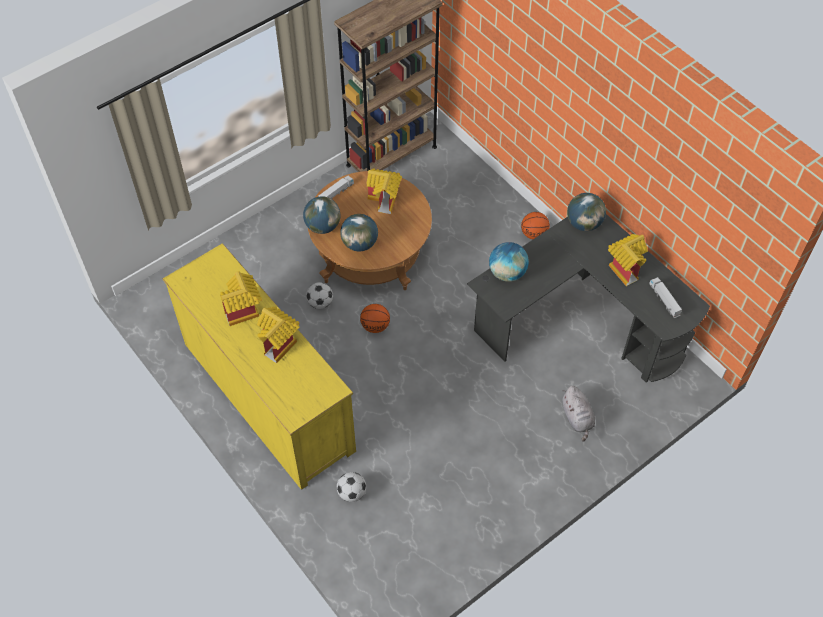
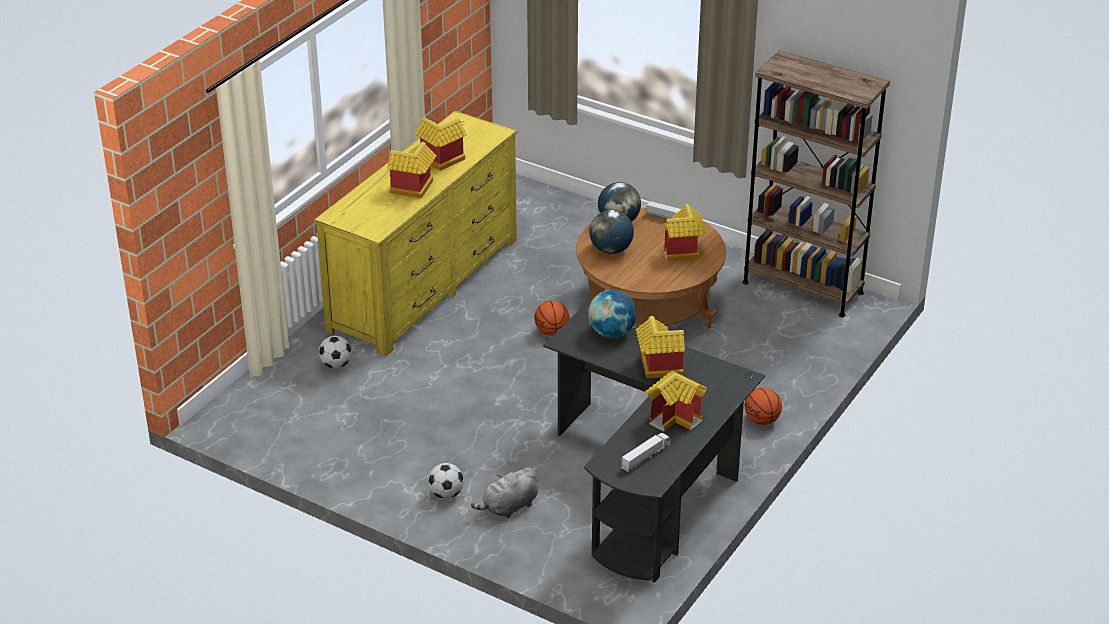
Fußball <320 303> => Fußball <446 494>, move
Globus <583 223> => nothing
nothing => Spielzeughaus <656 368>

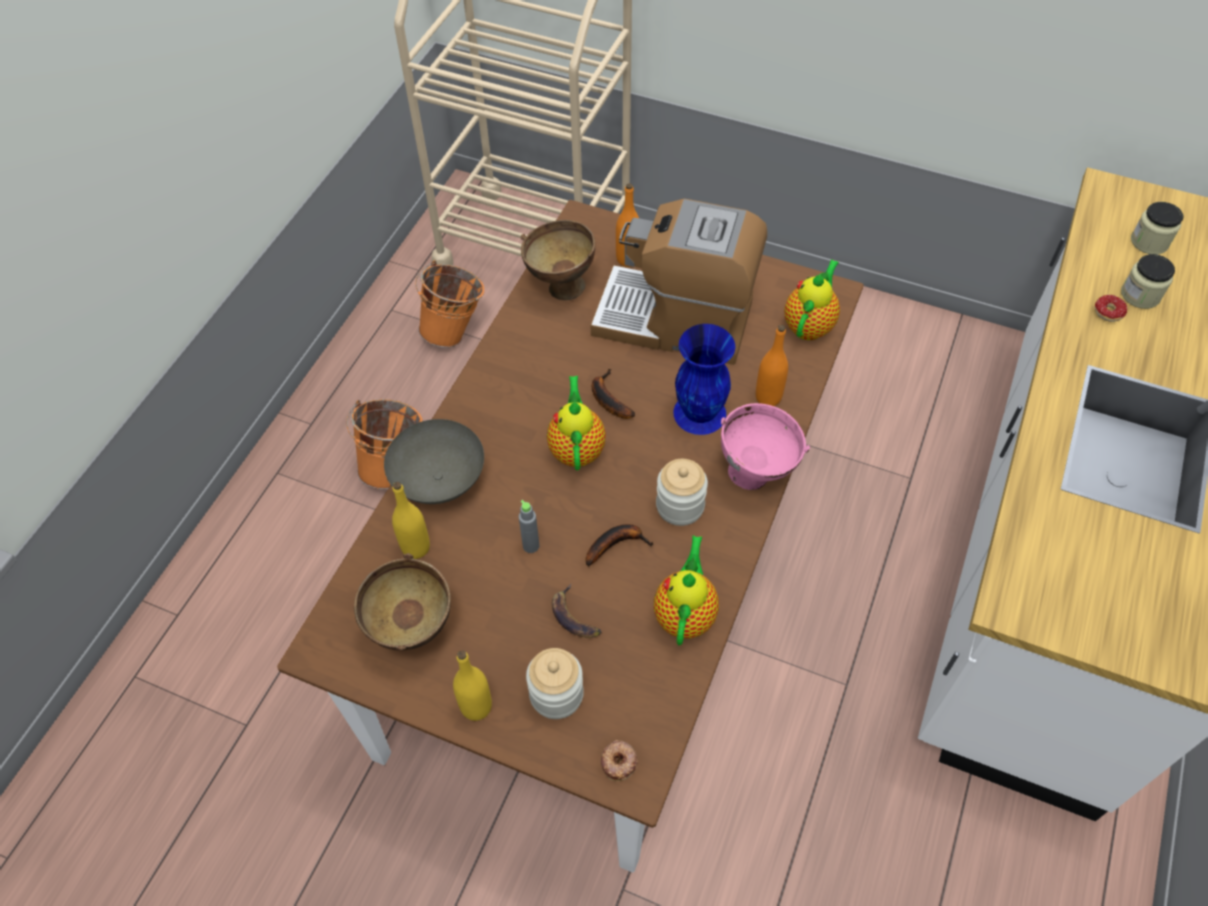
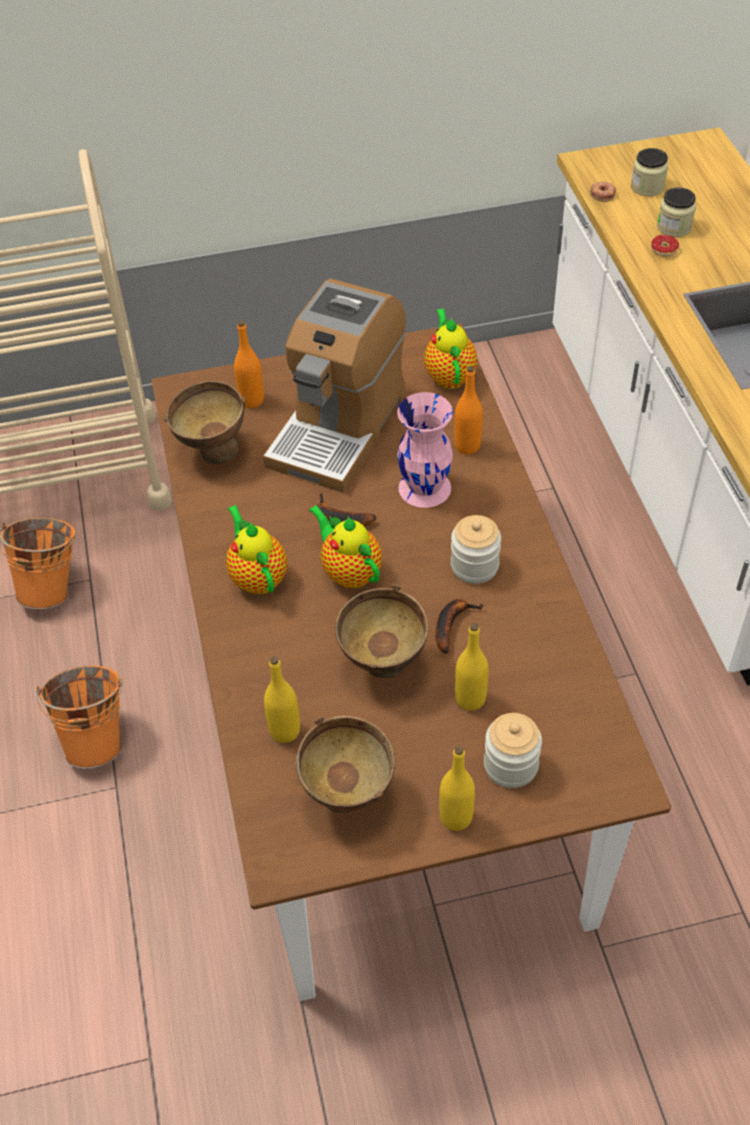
Schüssel/grau <437 480> => nothing
Flasche/grau <531 546> => Schüssel/braun <383 668>
Banane <575 617> => Flasche/gelb <470 699>
Kaffeemaschine <676 320> => Kaffeemaschine <338 427>, 45 degrees counterclockwise
Donut <619 762> => Donut <602 194>, move
Teekanne <685 613> => Teekanne <257 576>, move
Vase/blau <700 412> => Vase/rosa <425 487>
Schüssel/rosa <758 475> => nothing

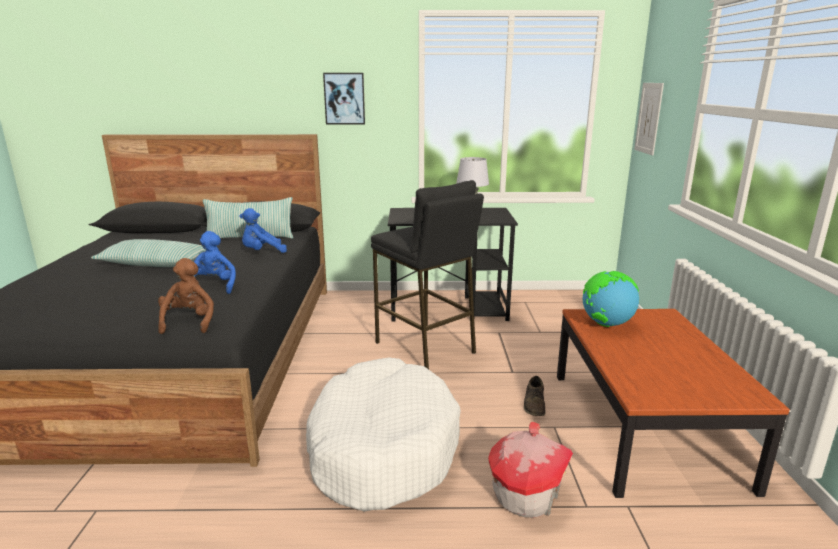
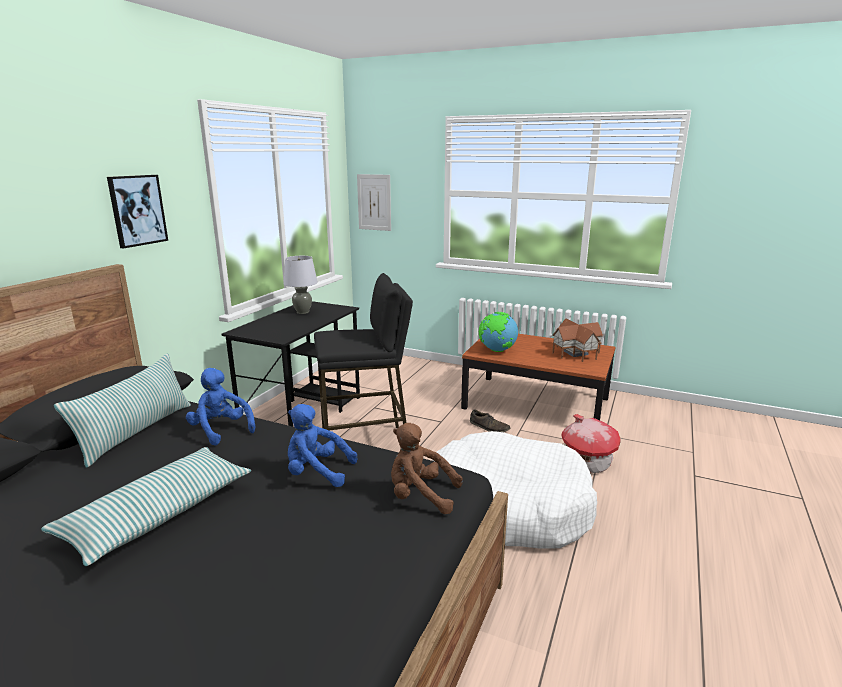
Plüschtier/blau <262 252> => Plüschtier/blau <221 430>, 135 degrees clockwise
nothing => Spielzeughaus <574 353>

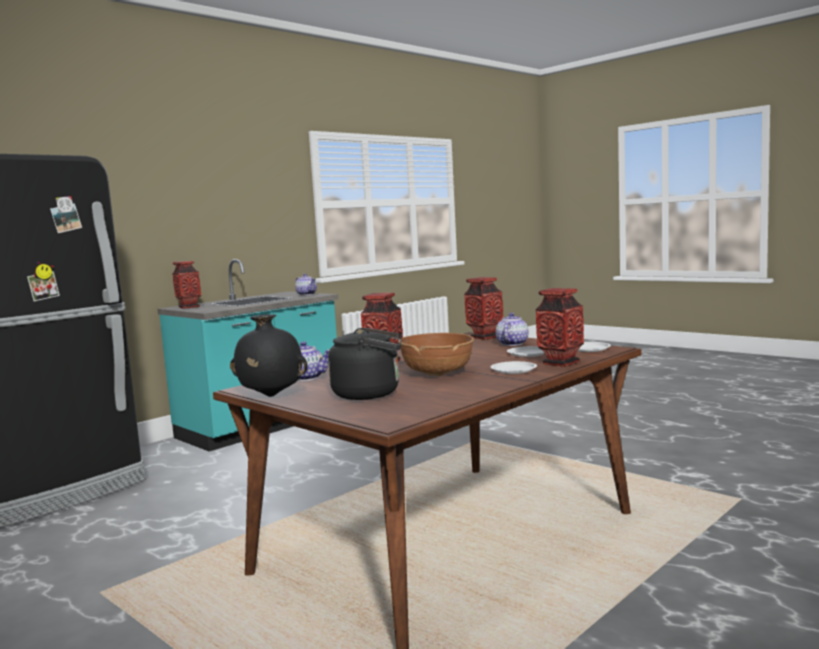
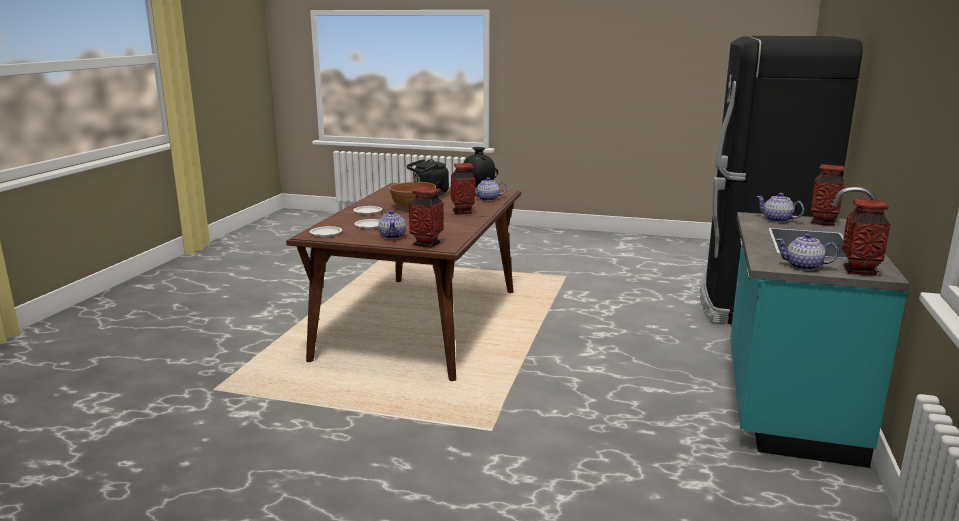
Vase <560 363> => Vase <859 271>, move
nothing => Teekanne <777 220>

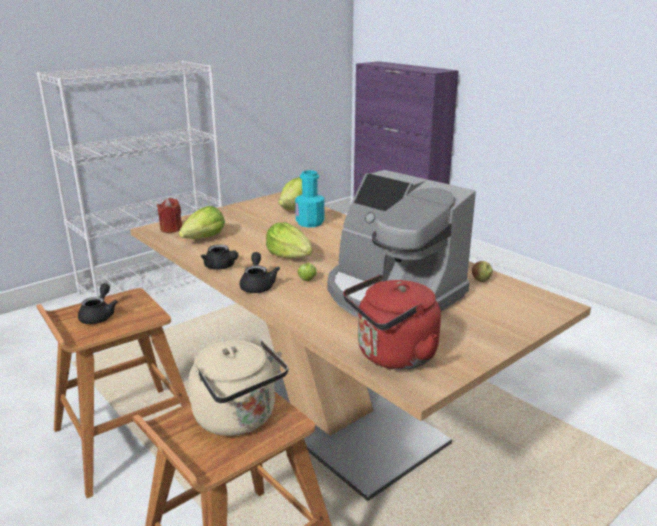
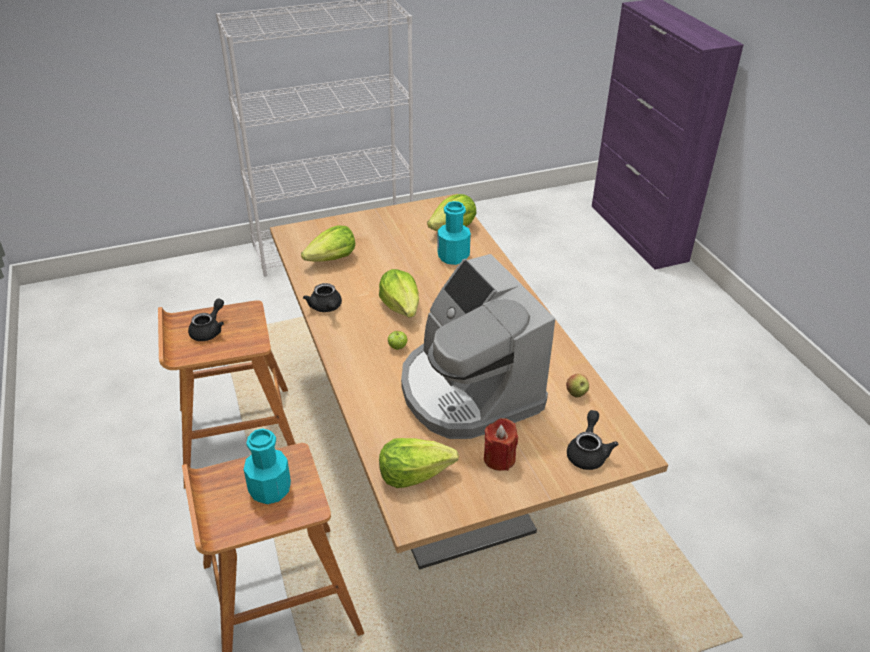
Kerze/rot <171 229> => Kerze/rot <499 458>, move
Wasserkessel/beige <239 419> => Flasche/türkis <270 489>
Teekanne/schwarz <257 285> => Teekanne/schwarz <588 452>, move
Wasserkessel/rot <392 356> => Salatkopf <414 473>

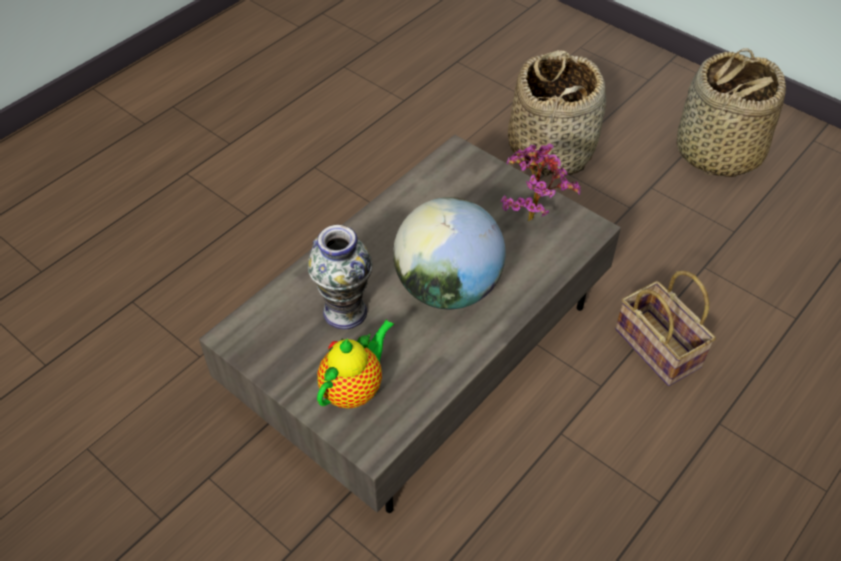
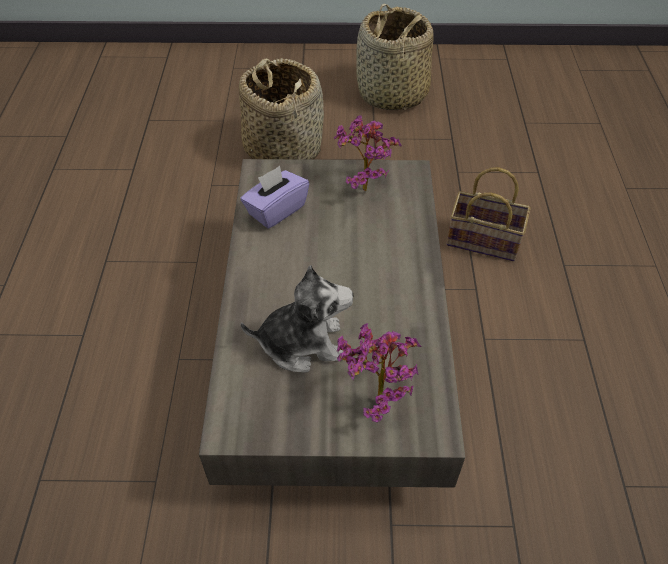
Vase <345 311> => Plüschtier <302 343>
Teekanne <355 388> => Topfpflanze <375 398>
Globus <447 289> => nothing
nothing => Taschentuchbox/lila <276 210>

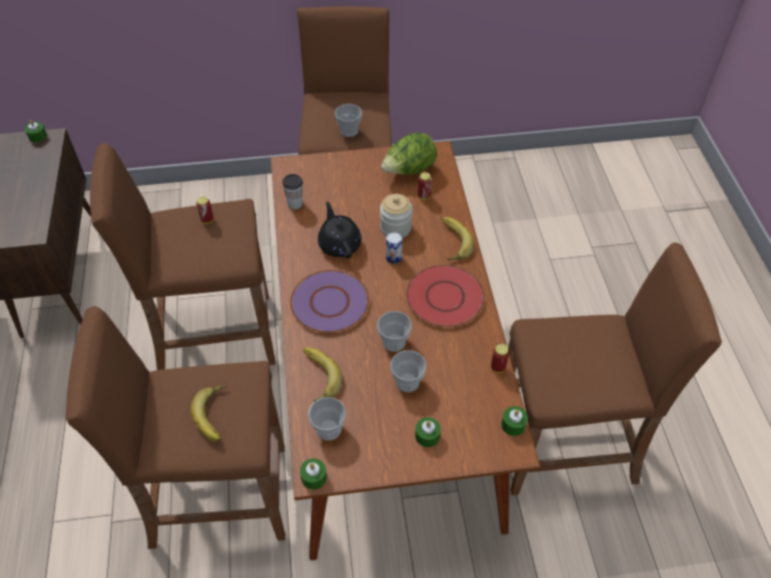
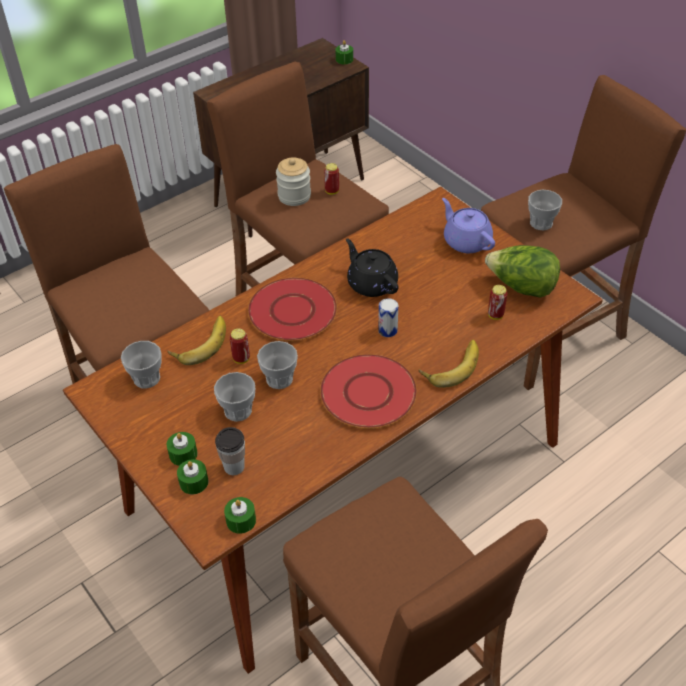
Banane <215 415> => nothing
Tasse <295 204> => Tasse <234 467>, move
Teller/lila <330 303> => Teller/rot <292 311>
Kerze/grün <314 477> => Kerze/grün <194 482>, move
Teekanne/schwarz <339 244> => Teekanne/schwarz <371 283>, 75 degrees counterclockwise
Vorratsglas <395 228> => Vorratsglas <294 196>, move
Dose <498 367> => Dose <241 359>, move
nothing => Teekanne/lila <466 241>

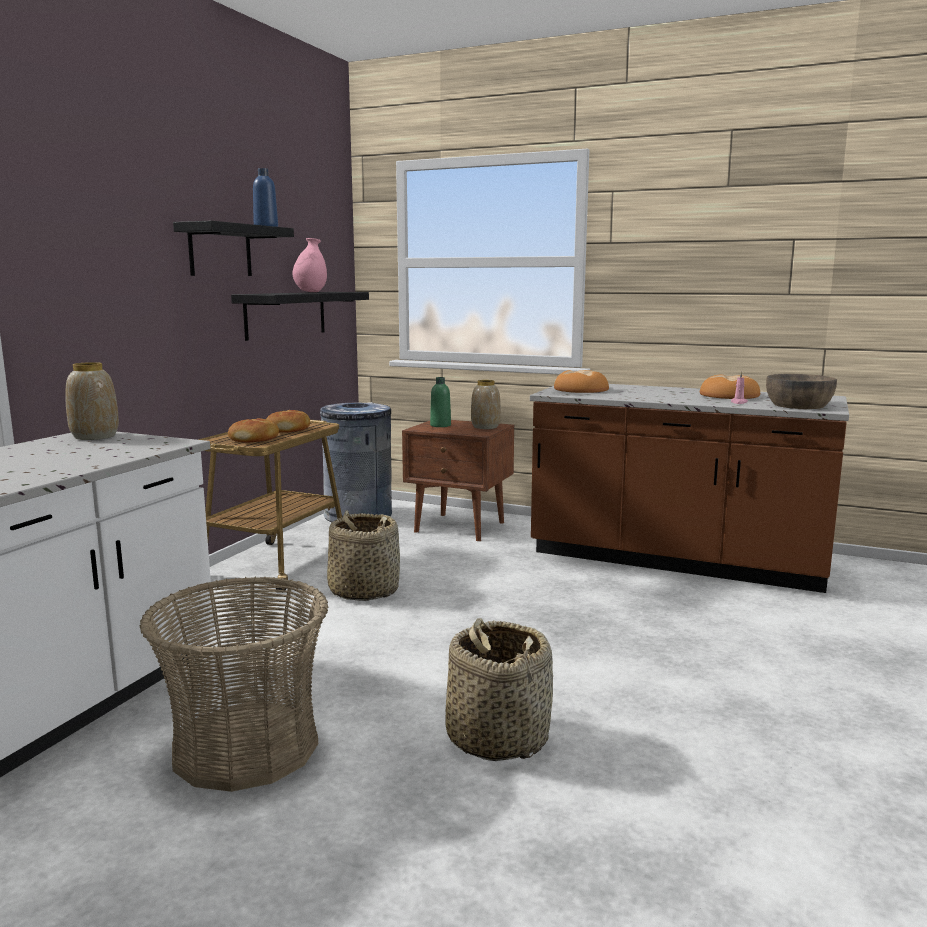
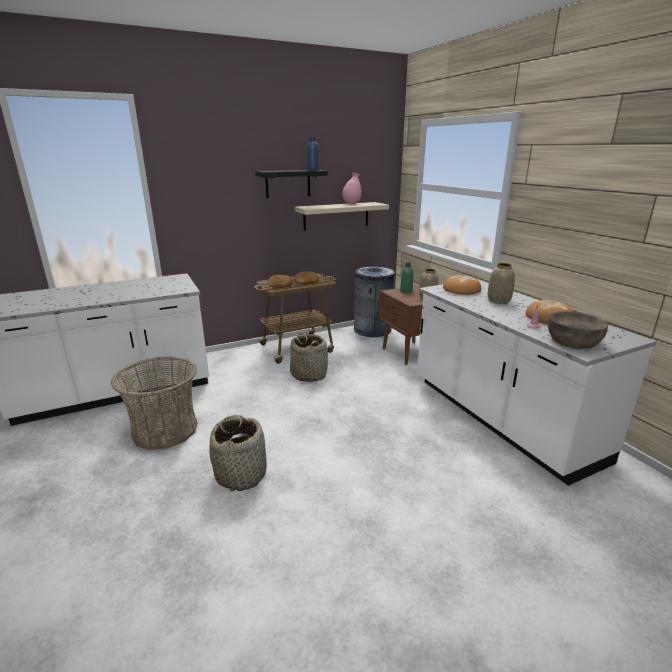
Vase <95 436> => Vase <499 301>, move
Wandregal/schwarz <286 314> => Wandregal/beige <336 216>
Küchenzeile/braun <676 560> => Küchenzeile/weiß <500 418>

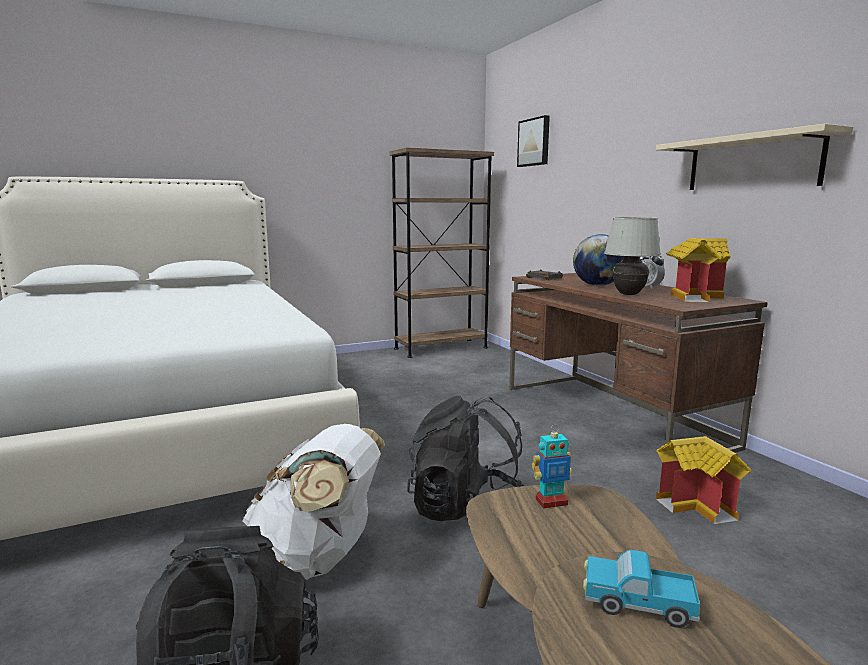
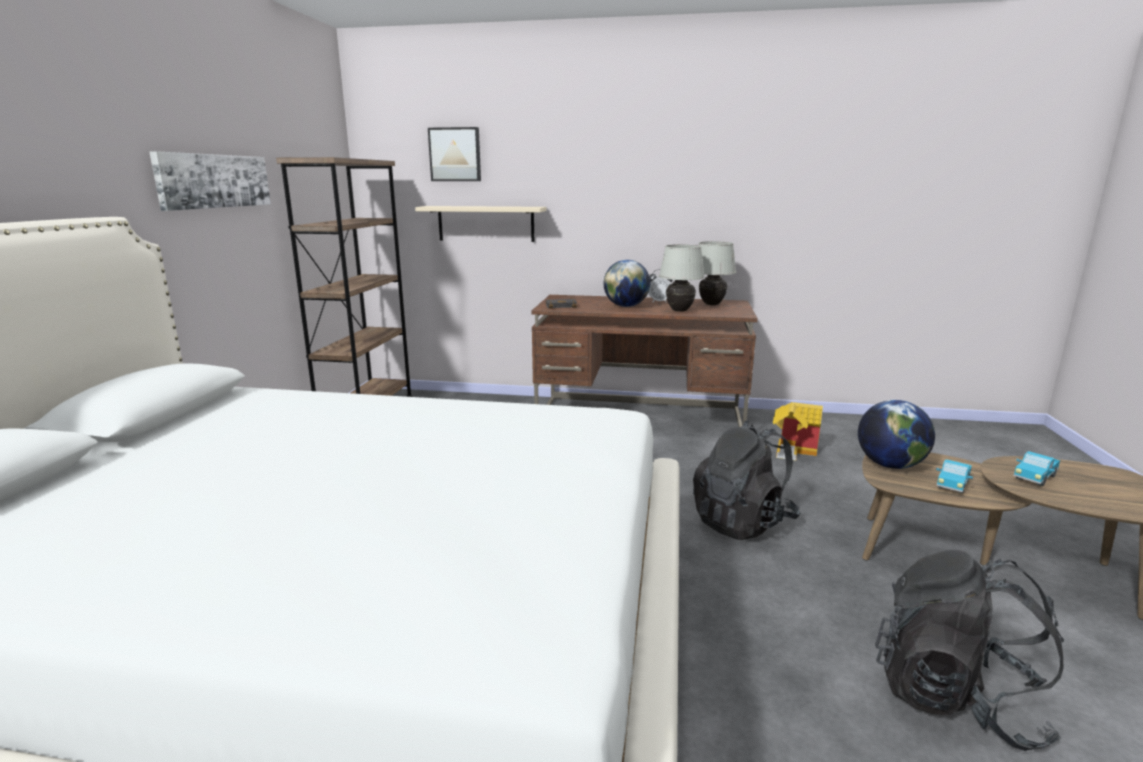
Rucksack/weiß <318 559> => nothing
Spielzeugroboter <551 501> => Globus <890 465>
Wandregal/beige <752 163> => Wandregal/beige <486 223>, move
Spielzeughaus <693 297> => Tischlampe/weiß <711 304>
nothing => Bild <214 181>
nothing => Spielzeuglaster <952 484>

